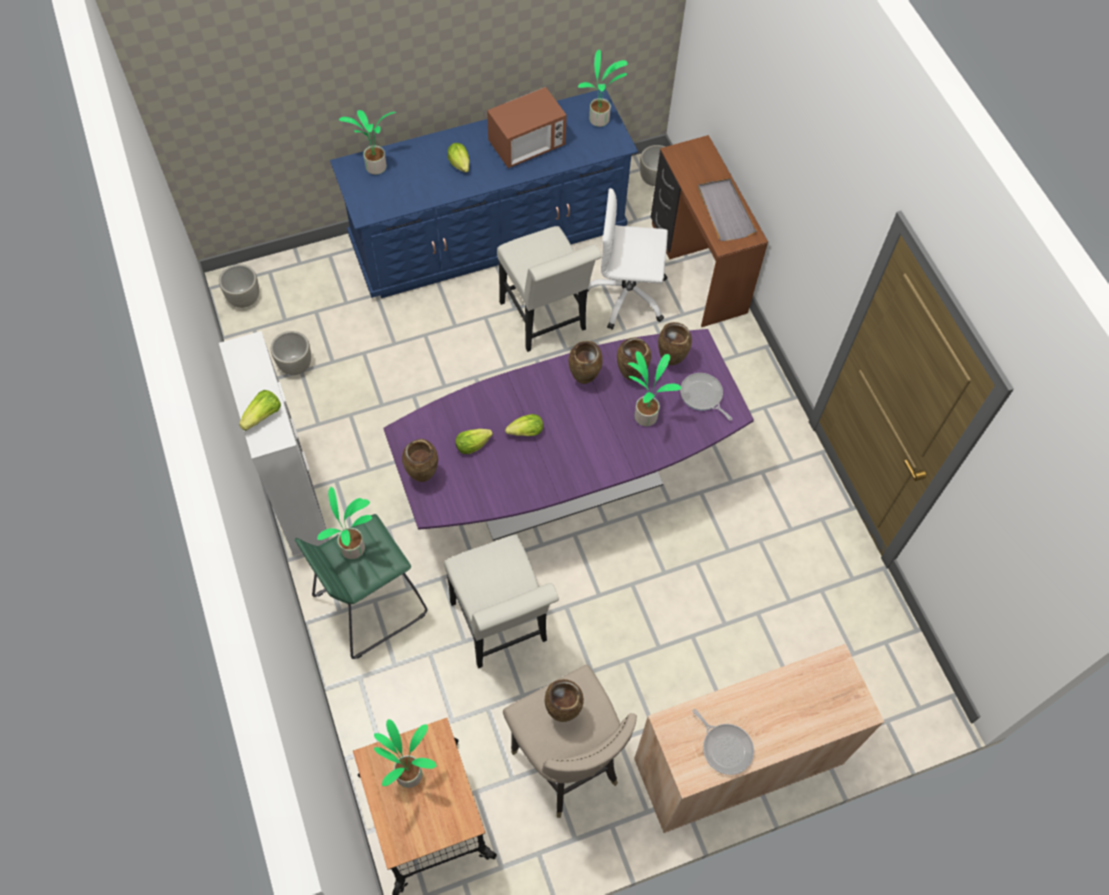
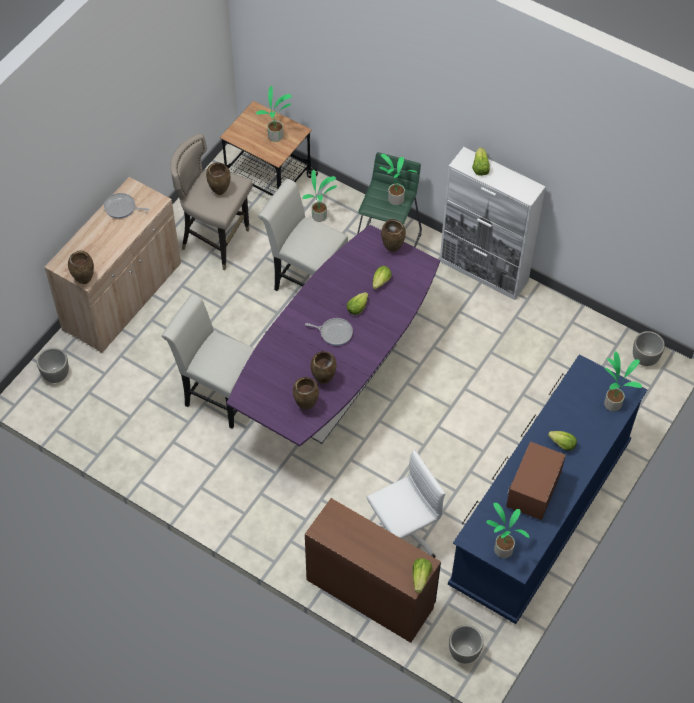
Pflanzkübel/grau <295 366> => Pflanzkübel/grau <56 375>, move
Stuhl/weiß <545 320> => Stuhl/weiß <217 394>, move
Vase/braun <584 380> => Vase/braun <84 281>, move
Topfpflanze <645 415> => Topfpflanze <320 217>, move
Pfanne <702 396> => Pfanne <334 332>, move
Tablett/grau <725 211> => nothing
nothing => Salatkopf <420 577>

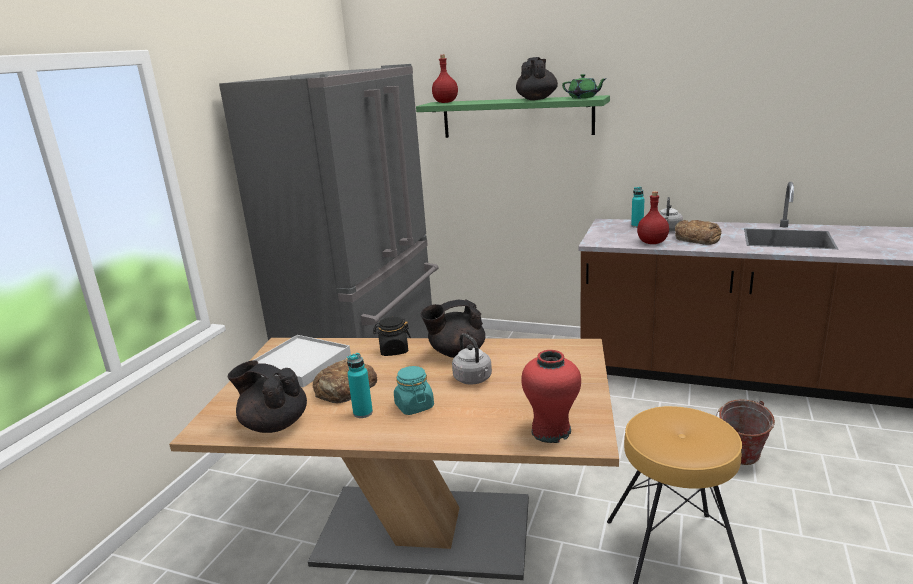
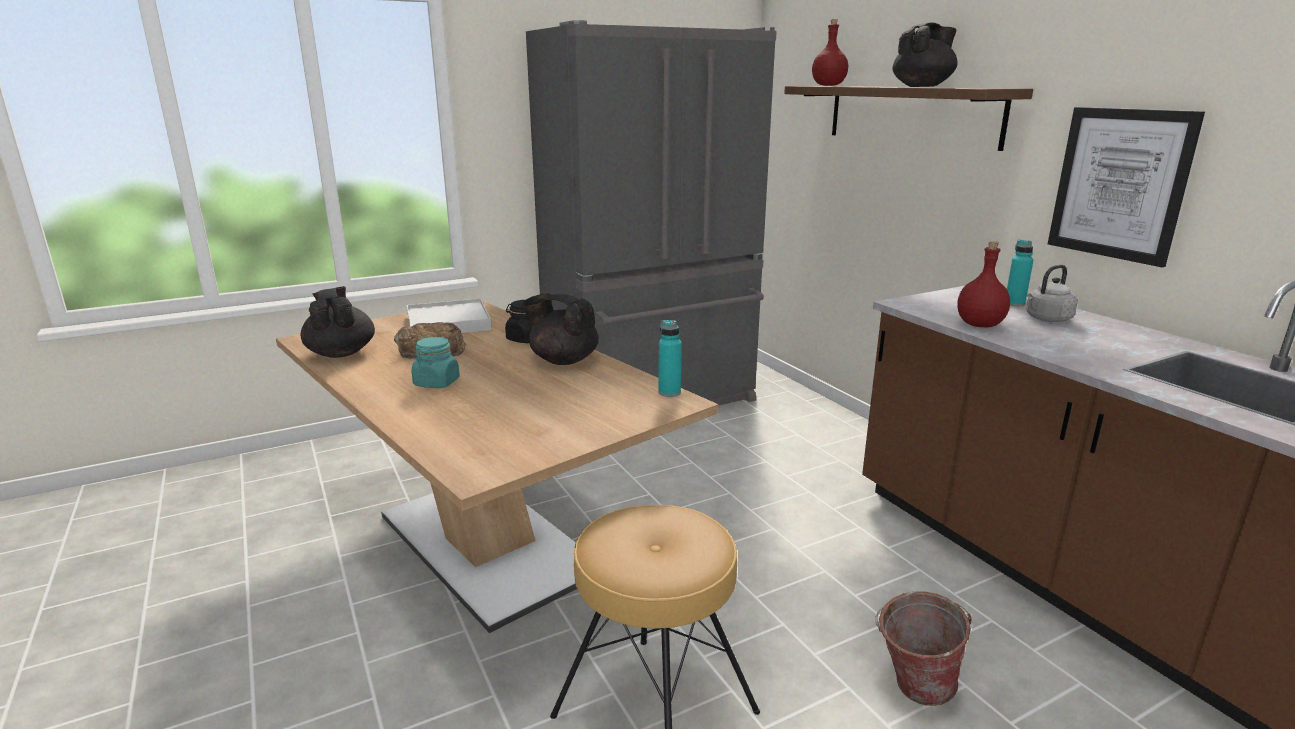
Flasche/türkis <363 413> => Flasche/türkis <669 392>, move
Wandregal/grün <516 117> => Wandregal/braun <911 114>
Wasserkessel/grau <474 380> => nothing
Vase/rot <551 431> => nothing
Teekanne/grün <583 97> => nothing
Brot <697 238> => nothing
nothing => Bild <1120 184>

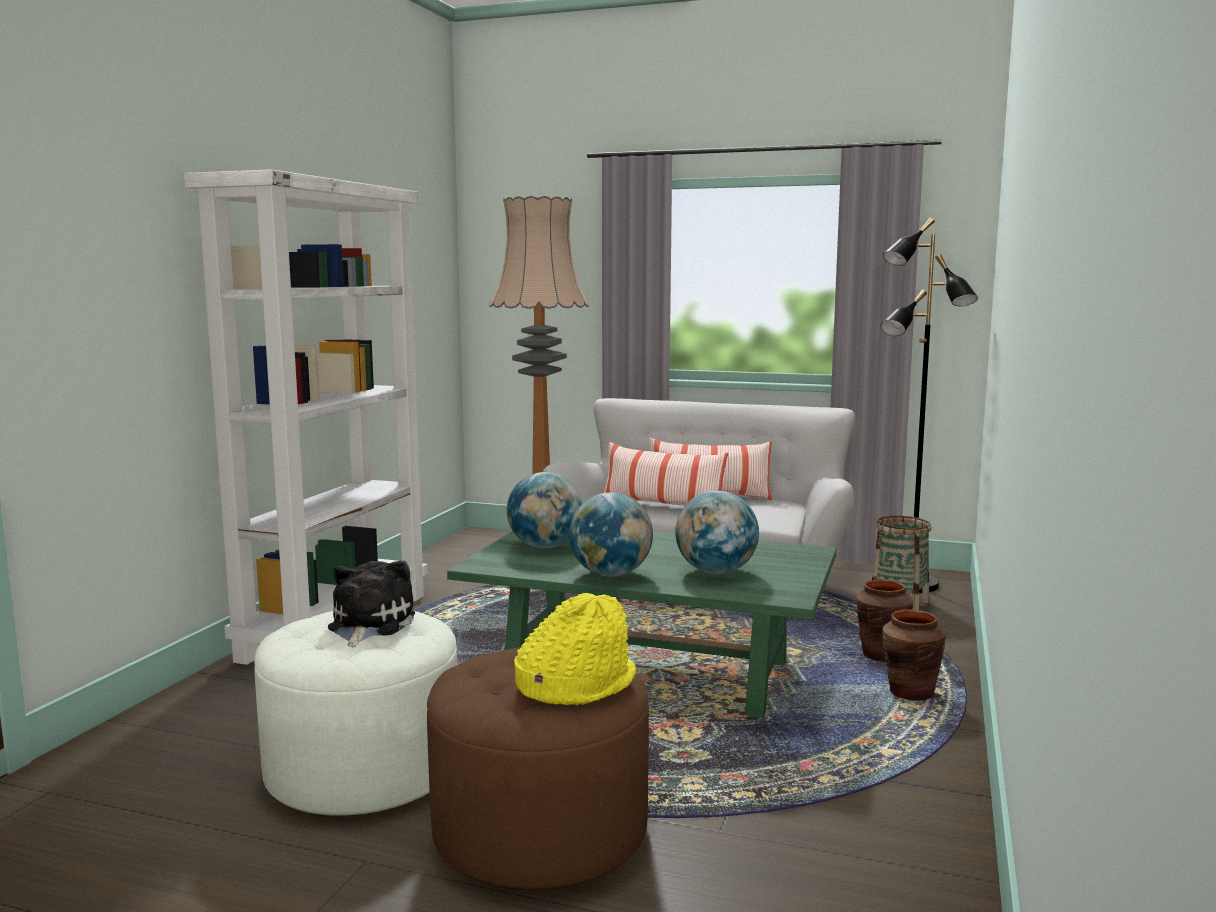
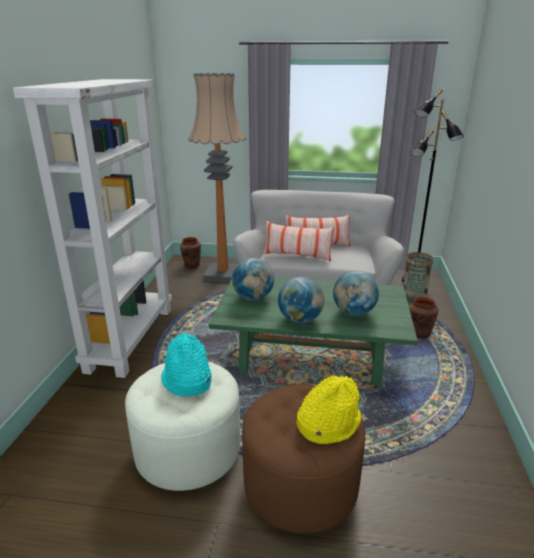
Plüschtier <368 625> => Hut/türkis <186 380>
Vase/braun <910 693> => Vase/braun <192 265>, move

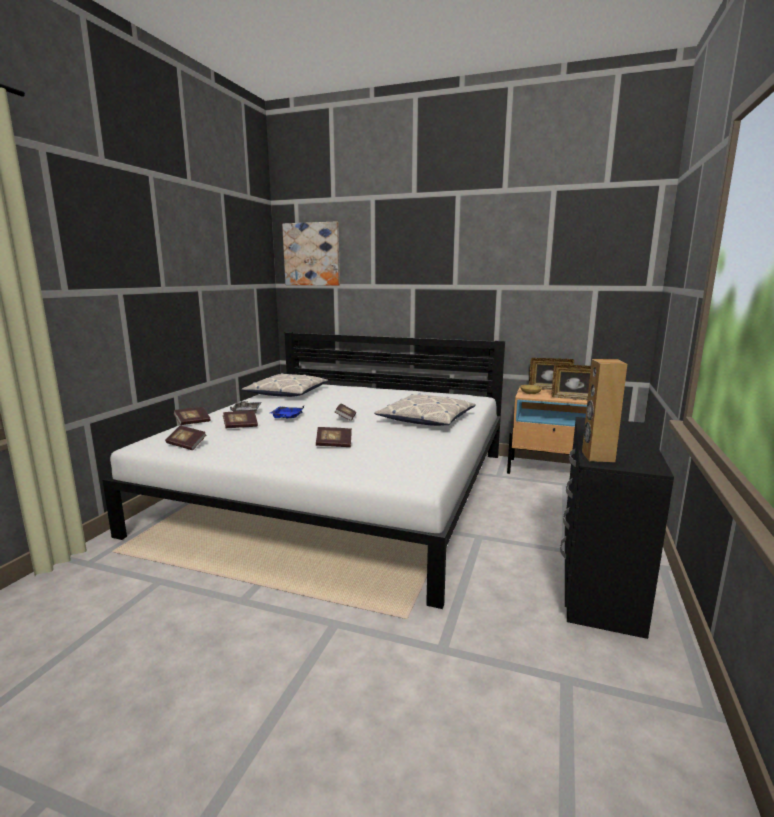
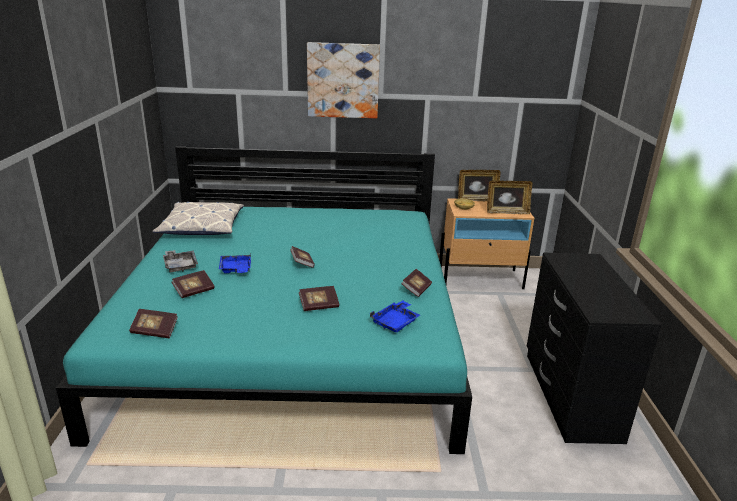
Bett/weiß <341 489> => Bett/türkis <294 333>
Buch <192 422> => Buch <416 289>, move
Bild <312 254> => Bild <343 80>, move
Kissen <426 419> => nothing
Lautsprecher/braun <597 456> => nothing
nothing => Tablett/blau <396 322>

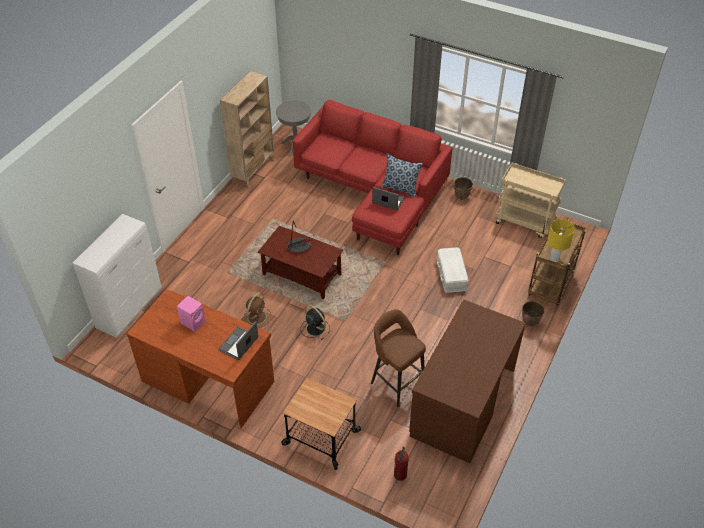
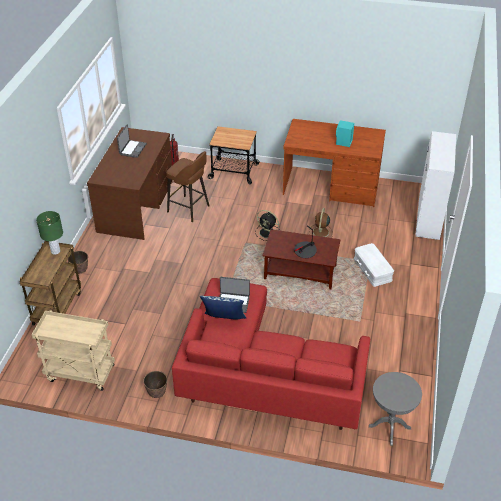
Lautsprecher/rosa <193 321> => Lautsprecher/türkis <343 142>
Laptop <239 344> => Laptop <132 149>, move
Bücherregal/beige <253 171> => nothing
Aufbewahrungsbox/weiß <452 274> => Aufbewahrungsbox/weiß <372 269>, move
Tischlampe/gelb <554 259> => Tischlampe/grün <55 251>

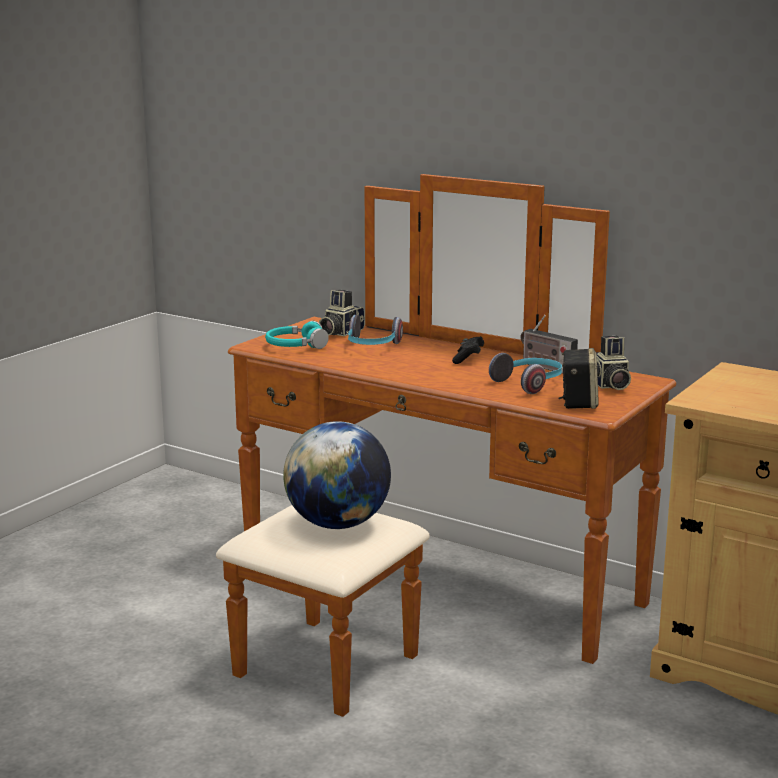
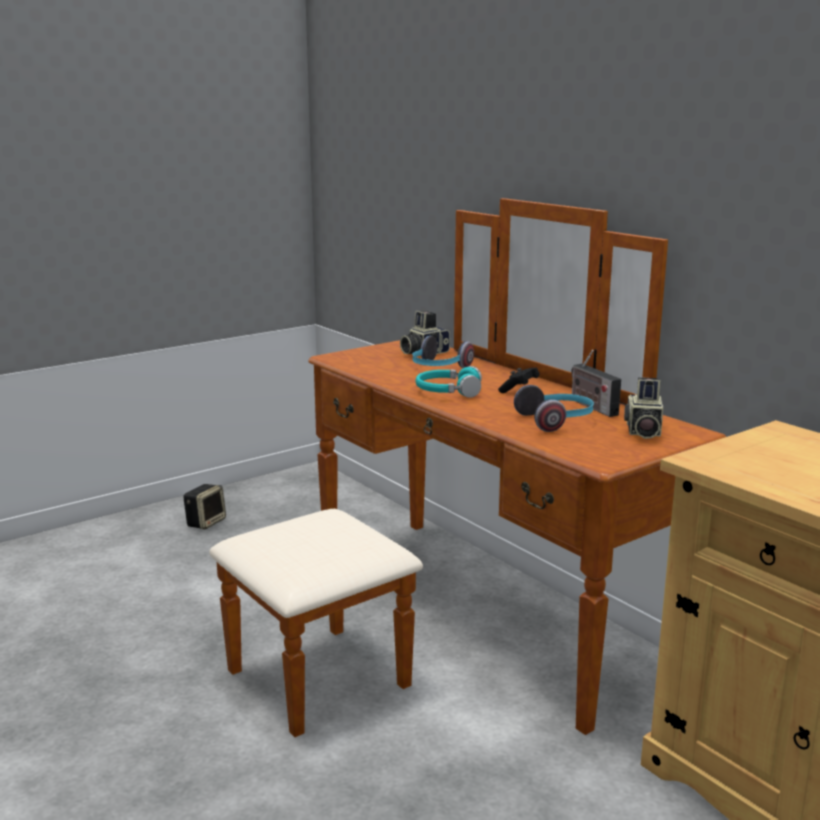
Kopfhörer/türkis <296 346> => Kopfhörer/türkis <448 391>, move
Globus <337 524> => nothing
Lautsprecher <578 402> => Lautsprecher <206 522>, move

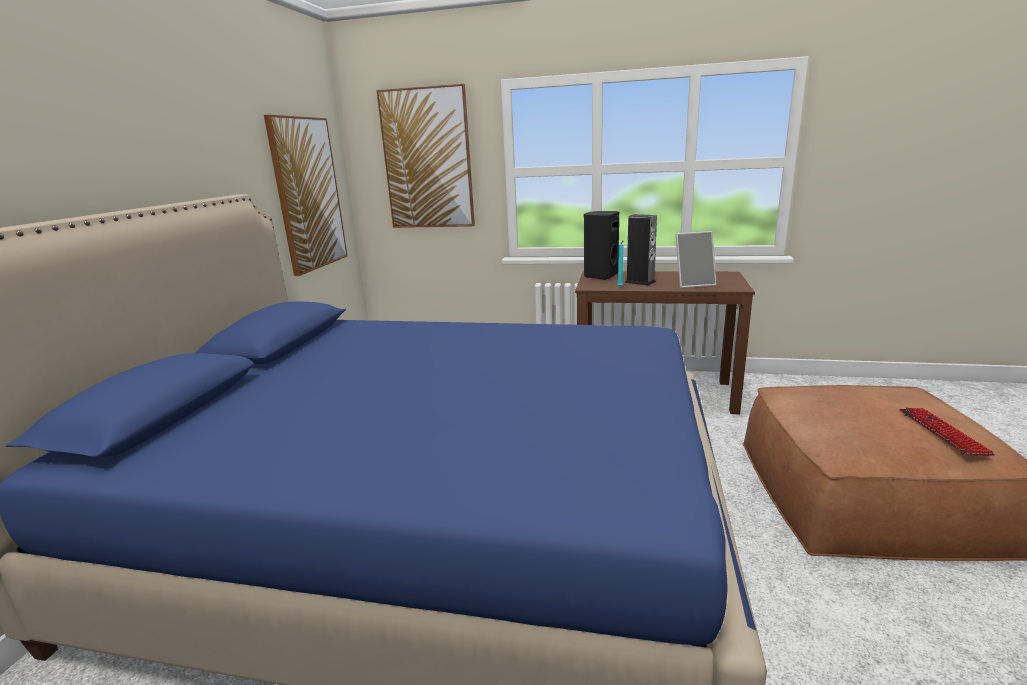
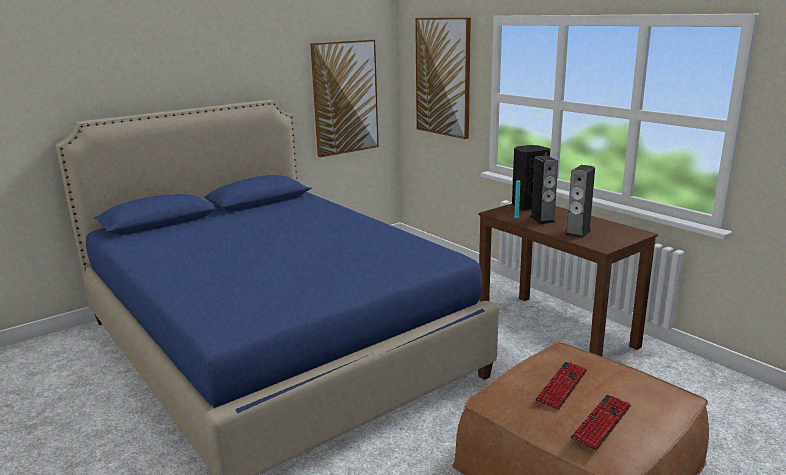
Bilderrahmen <693 284> => Lautsprecher <578 233>
nothing => Tastatur <562 386>

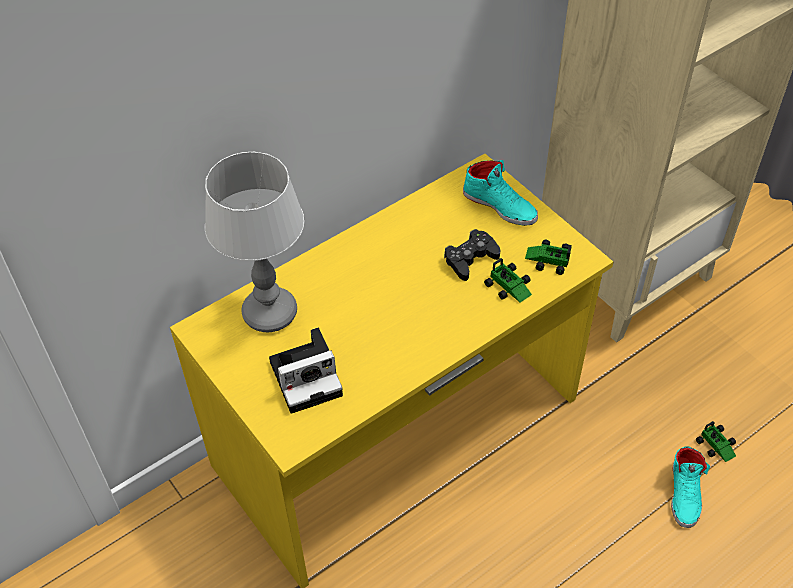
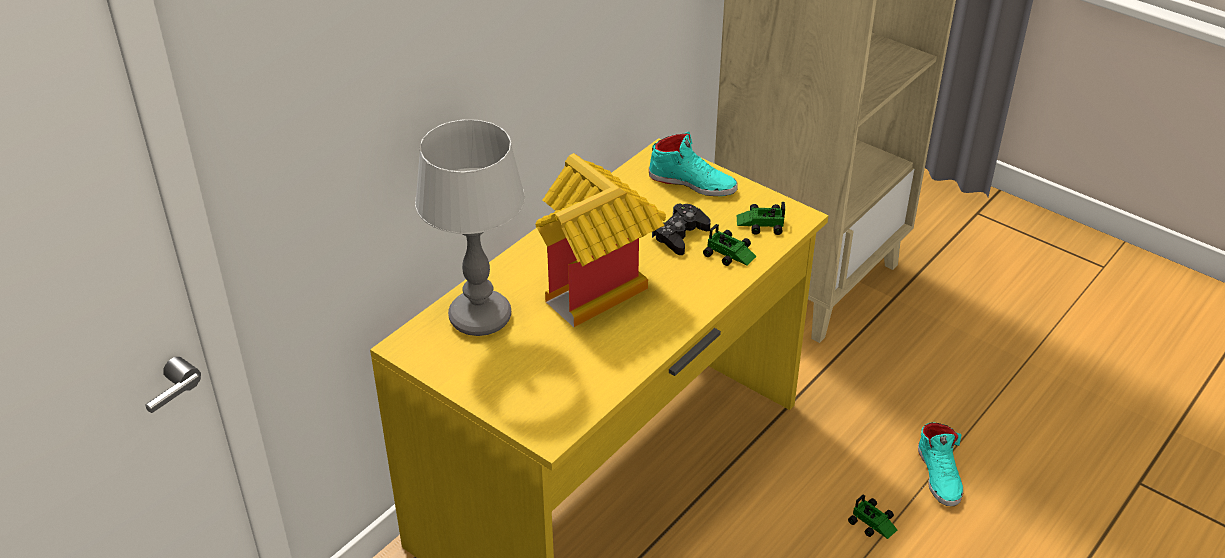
Kamera <308 376> => nothing
Spielzeugauto <718 446> => Spielzeugauto <874 523>, move
nothing => Spielzeughaus <598 287>

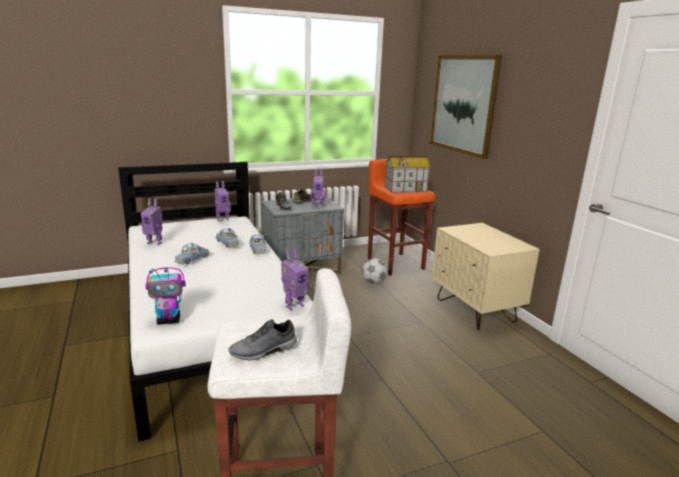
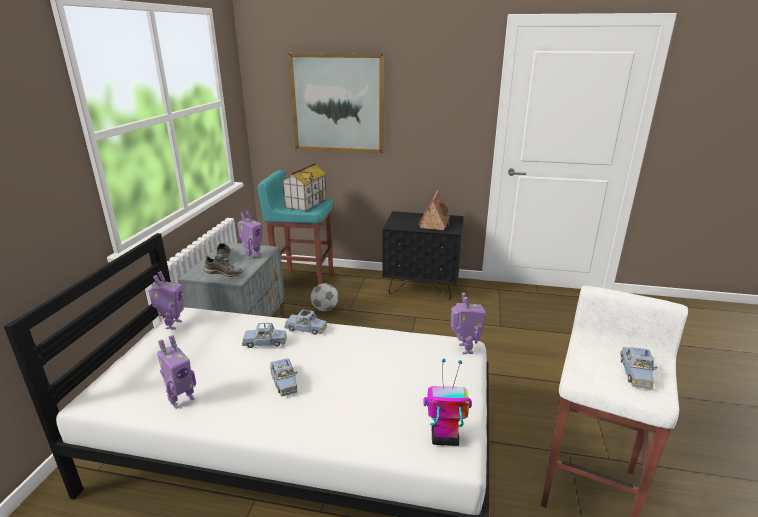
Spielzeugroboter <169 320> => Spielzeugroboter <444 438>, 105 degrees counterclockwise
Schuh/grau <264 351> => Spielzeugauto/blau <636 372>
Hocker/orange <395 263> => Hocker/türkis <303 283>
Nachttisch/beige <475 311> => Nachttisch/schwarz <422 287>
nothing => Spielzeughaus <434 223>

